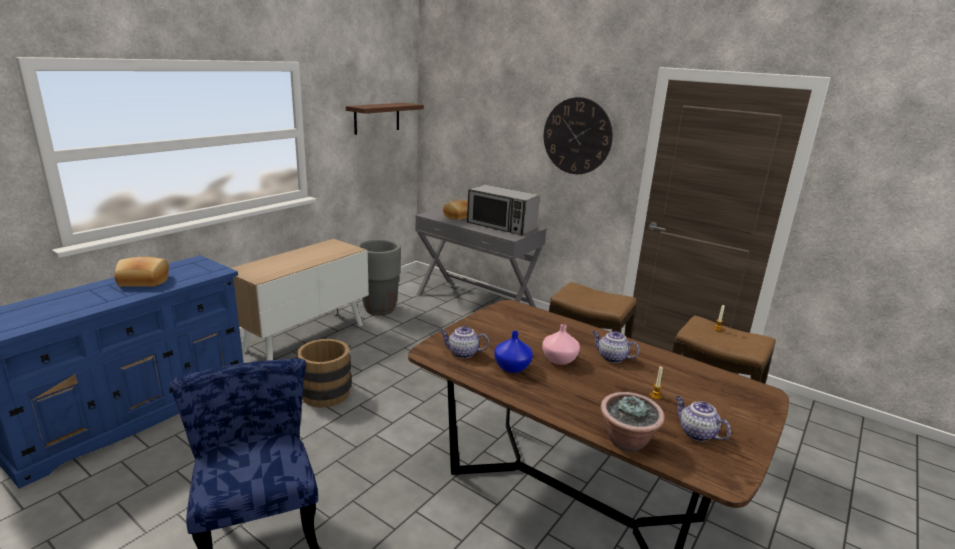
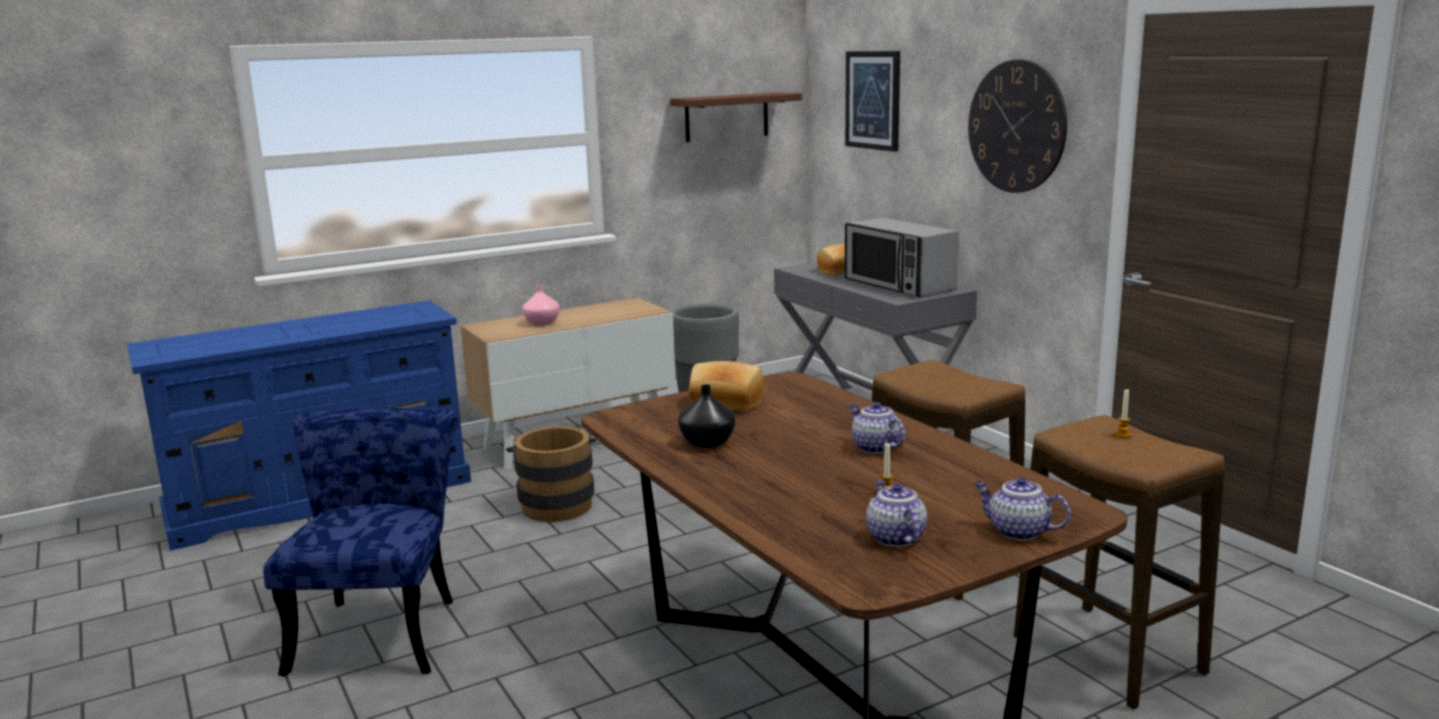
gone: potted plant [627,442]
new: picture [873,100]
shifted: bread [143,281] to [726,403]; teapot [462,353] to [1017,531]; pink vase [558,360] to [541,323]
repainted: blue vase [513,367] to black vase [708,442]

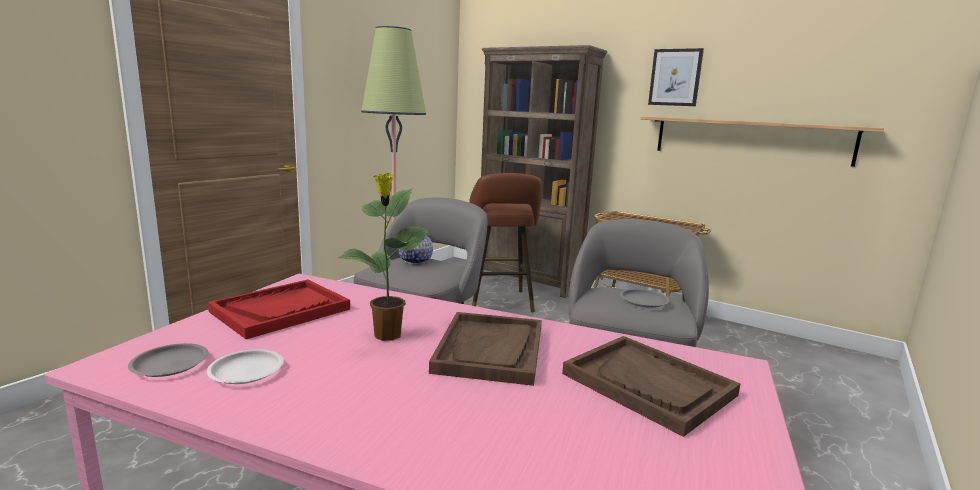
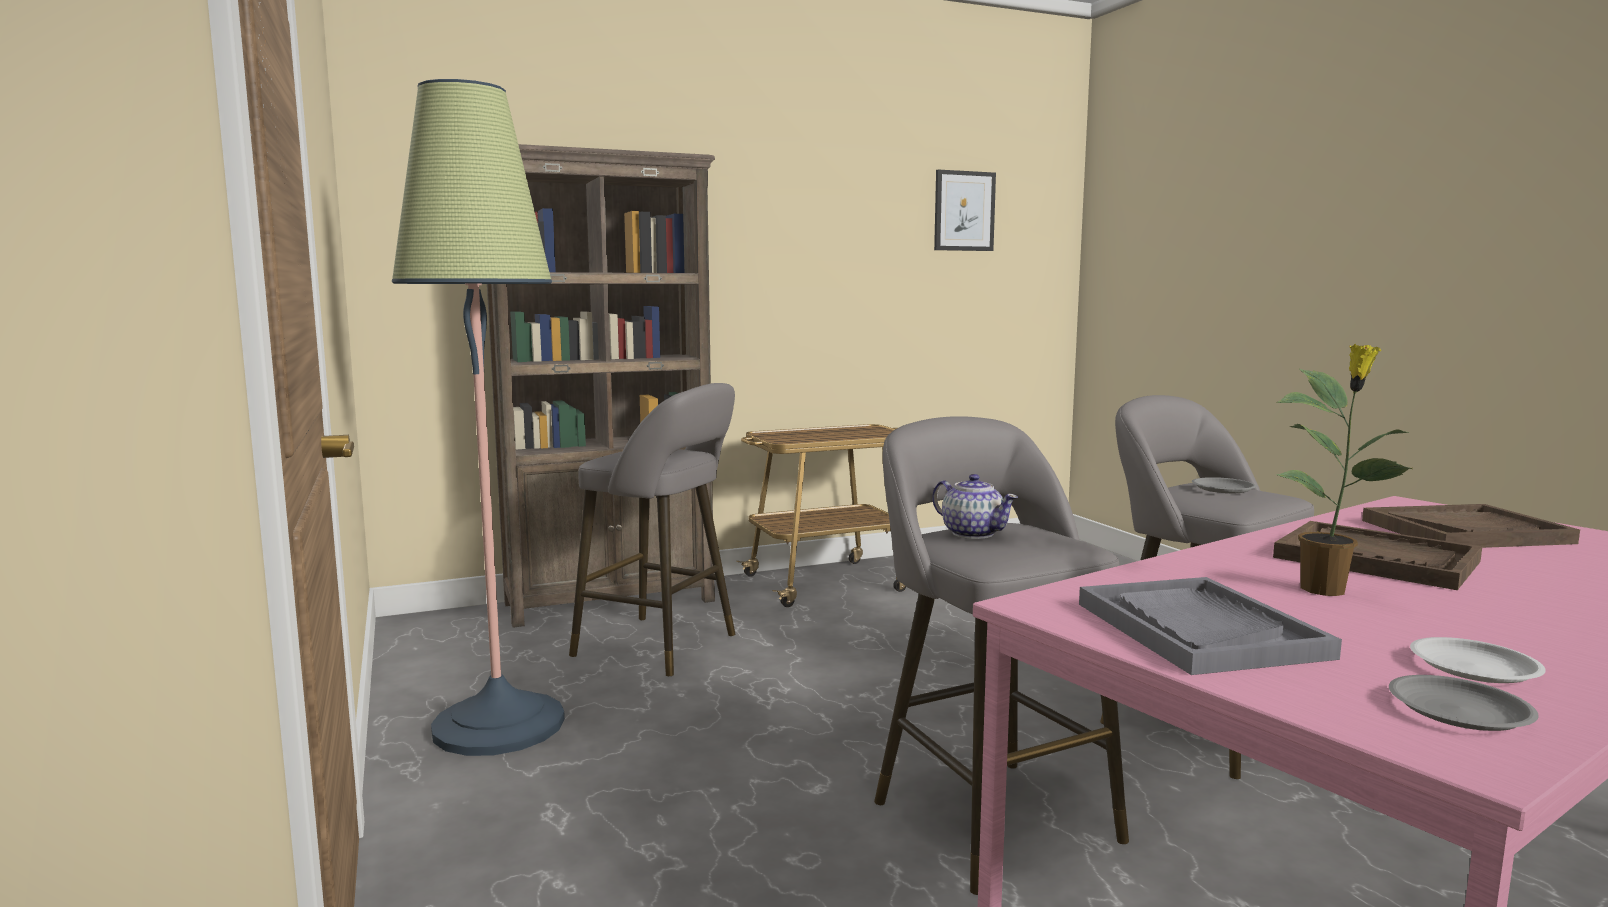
gone: shelf [750,139]
shifted: picture [675,77] to [964,211]
repainted: red tray [281,310] to grey tray [1197,629]; brown stool [499,303] to grey stool [663,646]

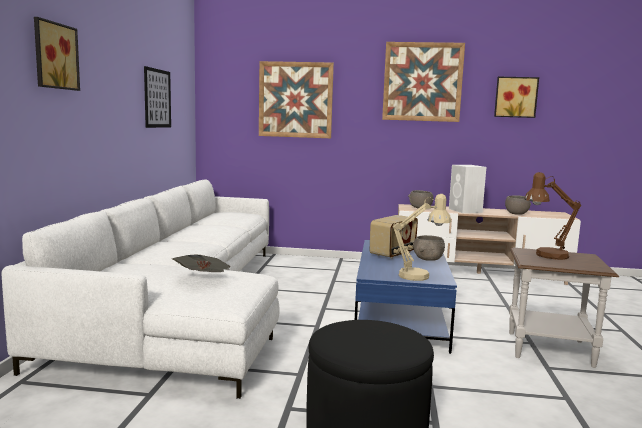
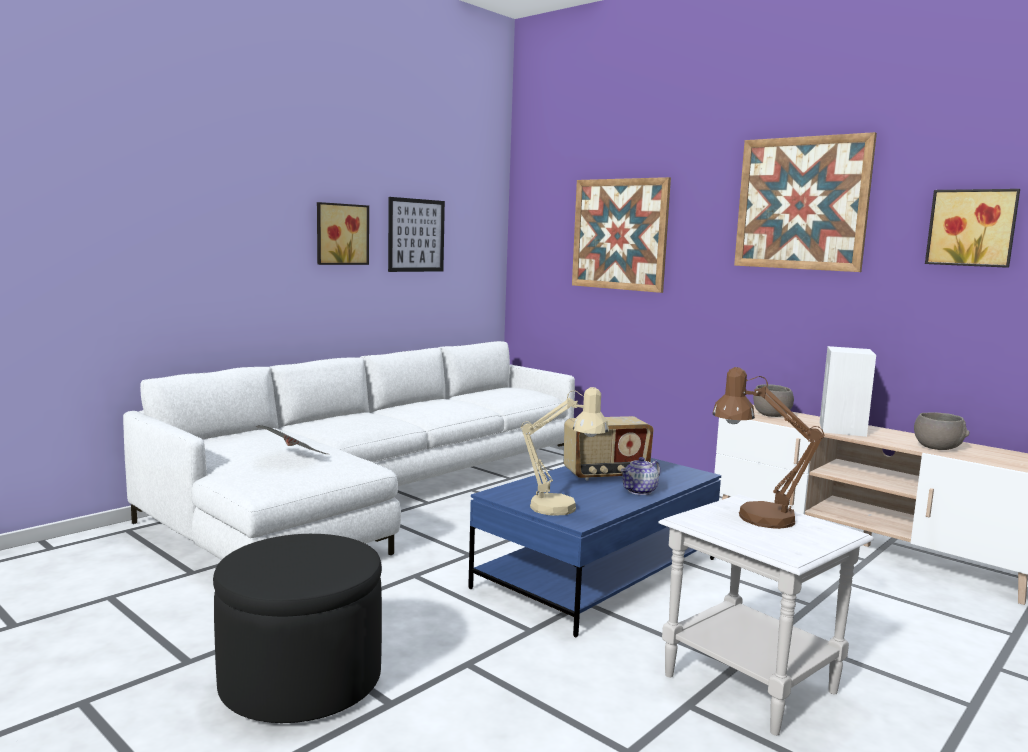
shifted: picture [54,56] to [341,234]
swapped: grey bowl [428,259] to teapot [640,491]
repainted: brown side table [548,349] to white side table [748,683]

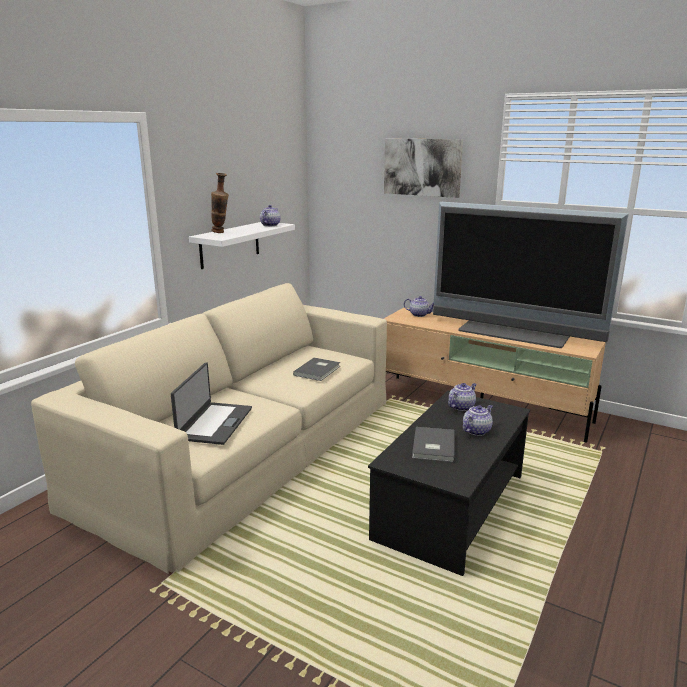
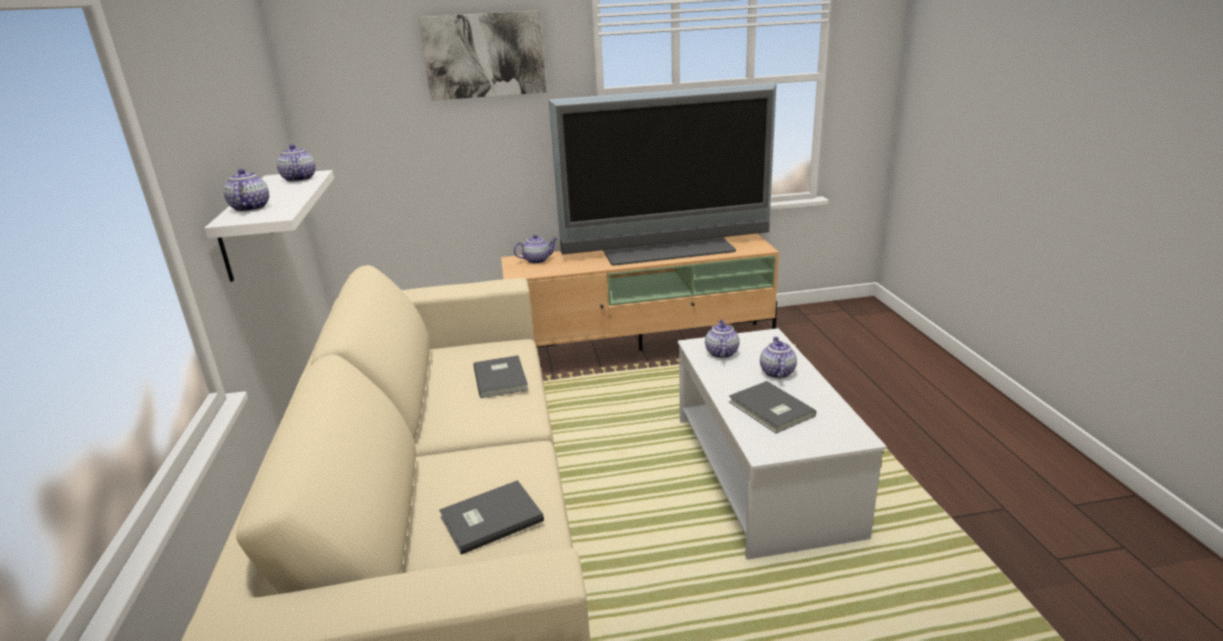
swapped: laptop [214,423] to grey book [489,518]; vase [221,232] to teapot [250,208]
repainted: black coffee table [451,505] to white coffee table [762,472]

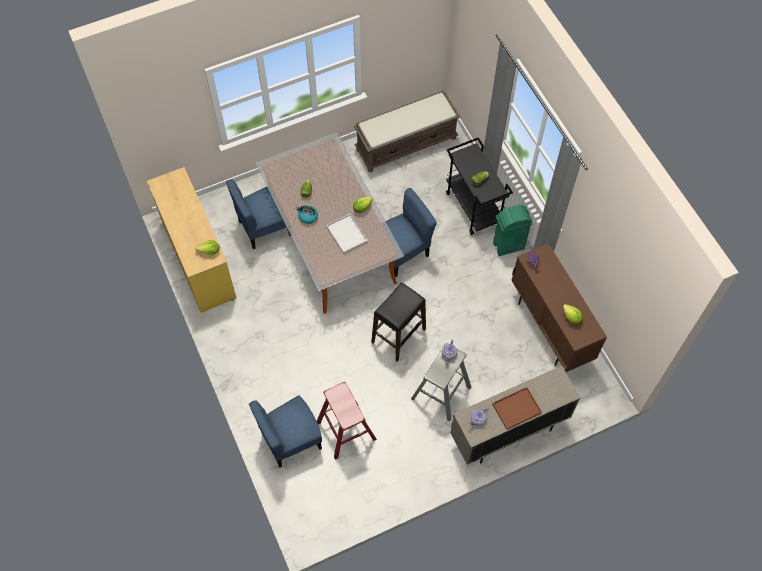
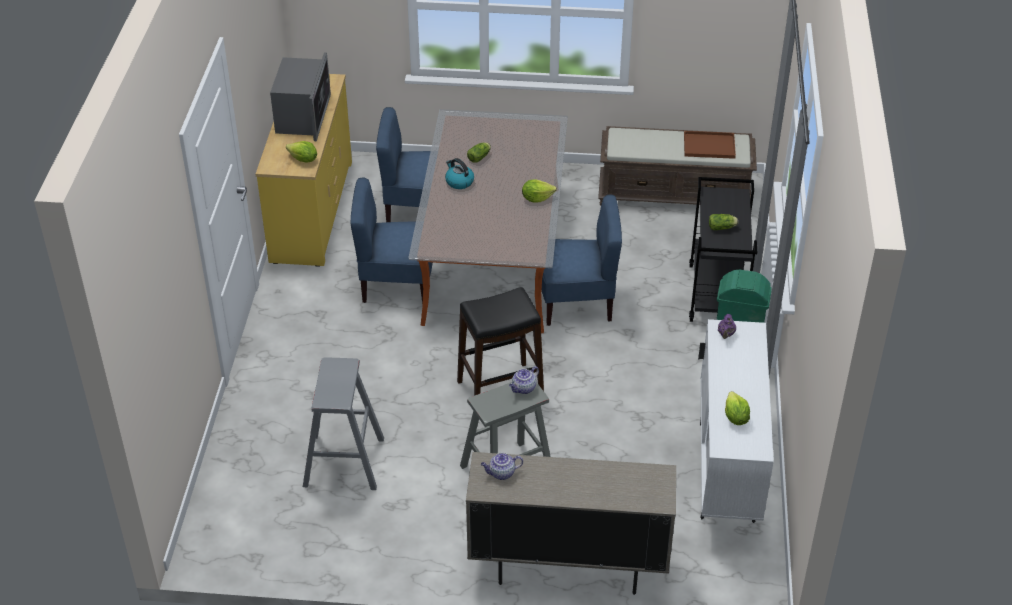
gone: white tray [346,233]
new: microwave [303,116]
shifted: blue chair [291,440] to [396,285]; brown tray [517,407] to [710,145]
repainted: red stool [346,431] to grey stool [344,462]; brown cabinet [550,328] to white cabinet [726,472]

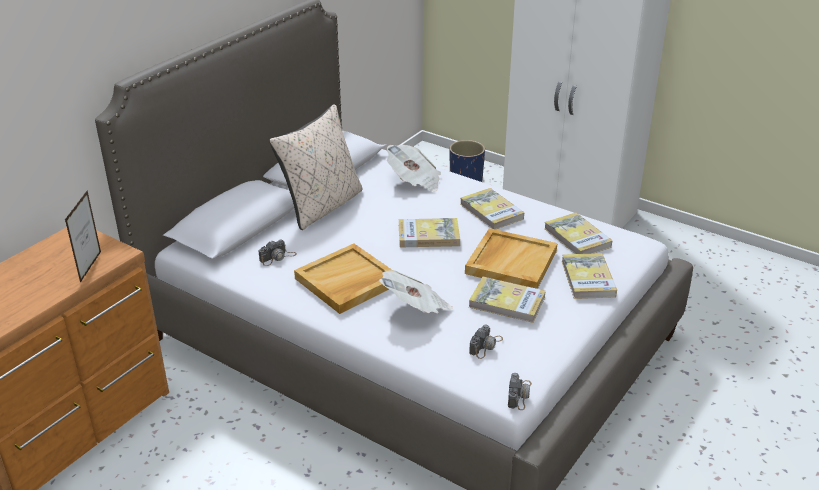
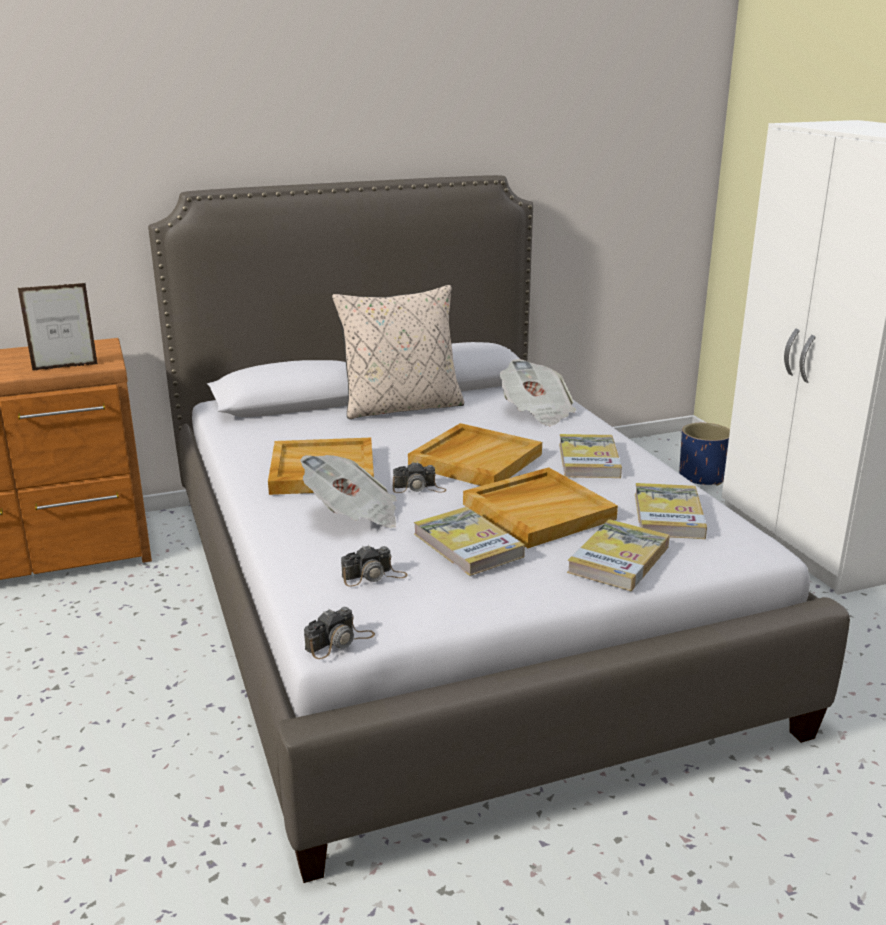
shifted: photo camera [277,257] to [419,488]
swapped: book [428,236] to beige tray [475,460]
rotated: picture frame [90,267] = [65,367] 150 degrees counterclockwise

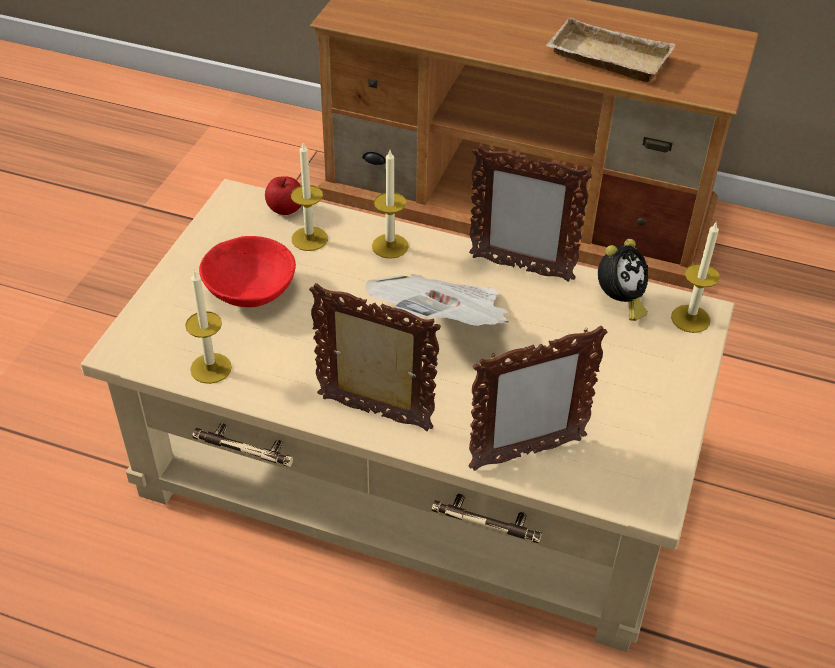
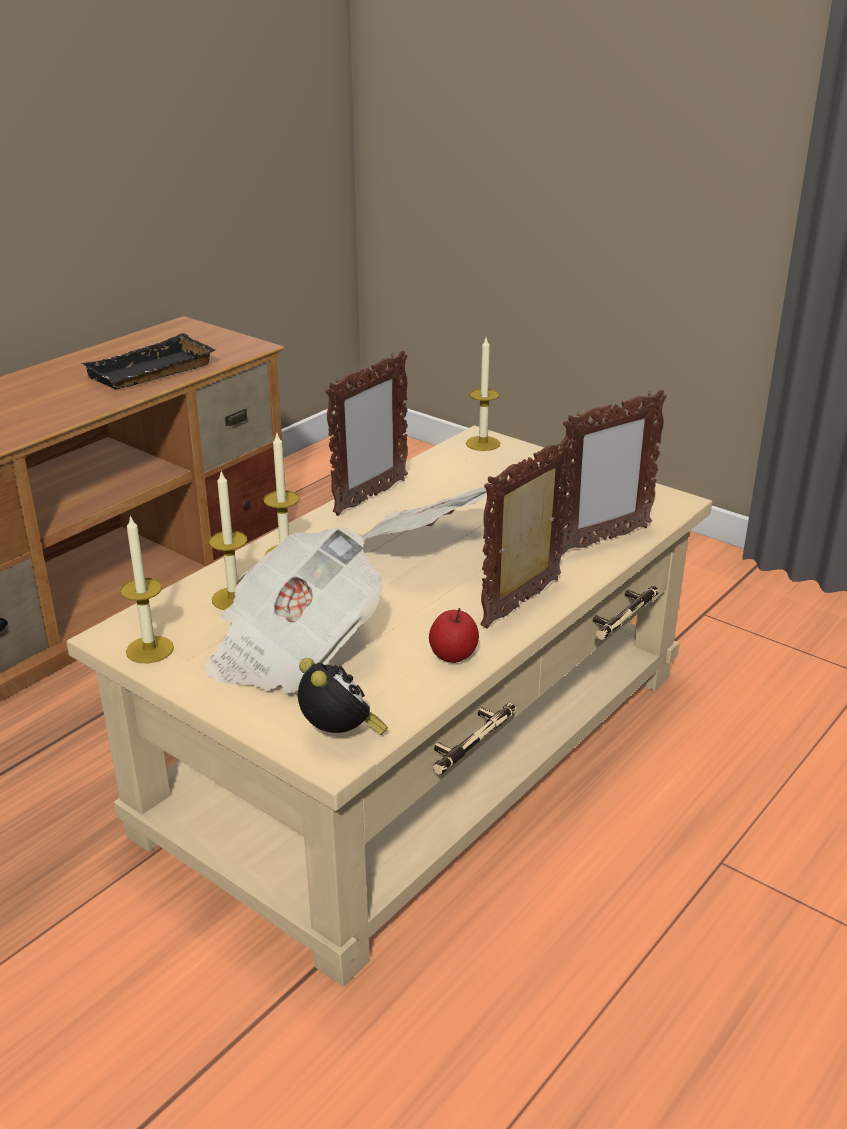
shifted: candle [211,368] to [149,649]; apple [285,209] to [453,655]; alarm clock [619,302] to [340,736]
swapped: red bowl [249,291] to newspaper [292,650]
repainted: beige tray [605,59] to black tray [151,373]
rotated: picture frame [526,454] = [603,540] 60 degrees clockwise

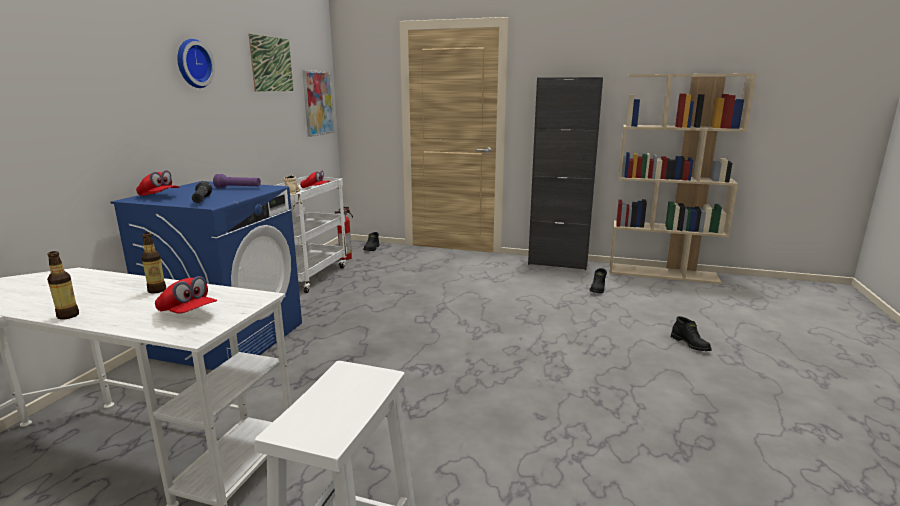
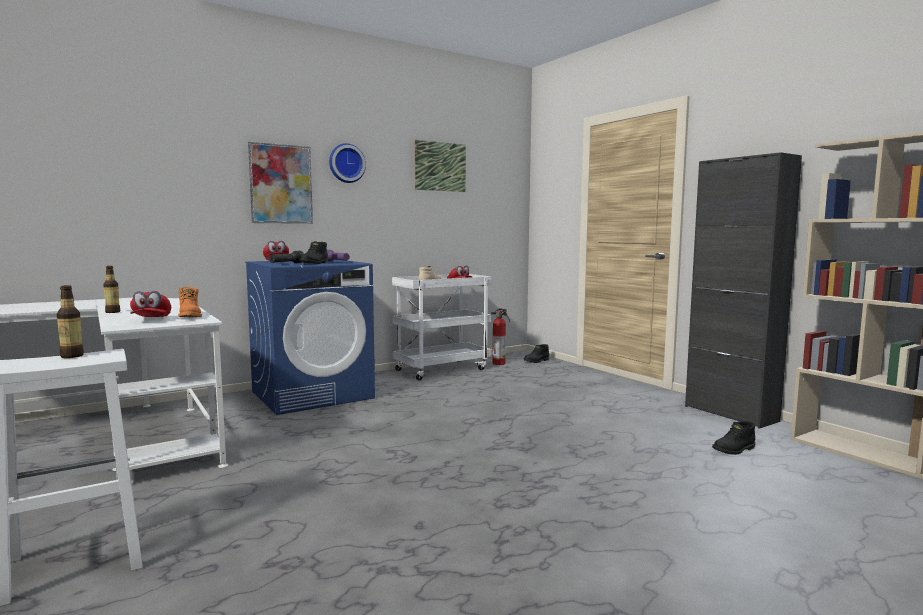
new: orange boot [190,316]
shifted: bottle [157,290] to [72,356]; picture [318,103] to [281,184]; black boot [690,344] to [315,263]

